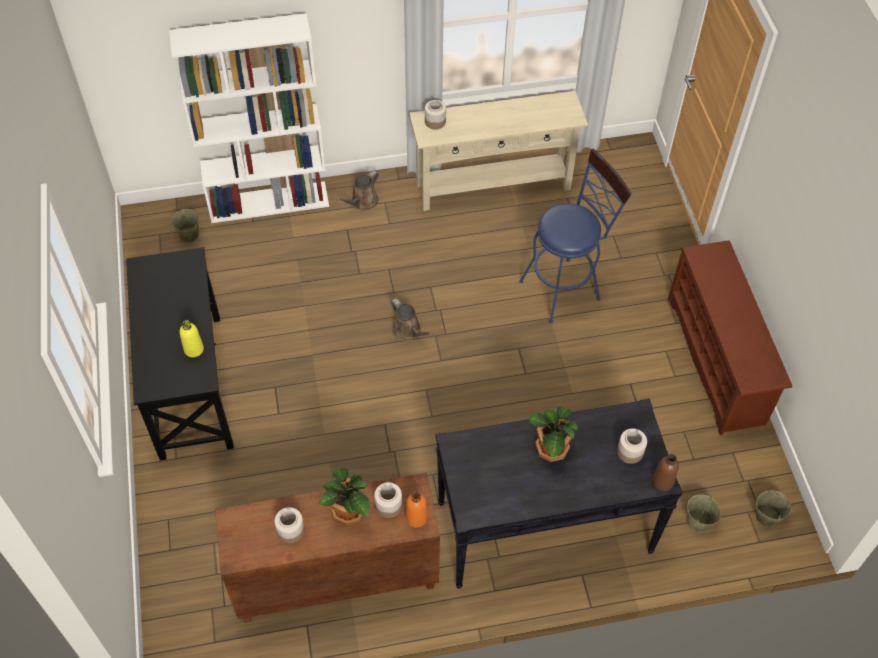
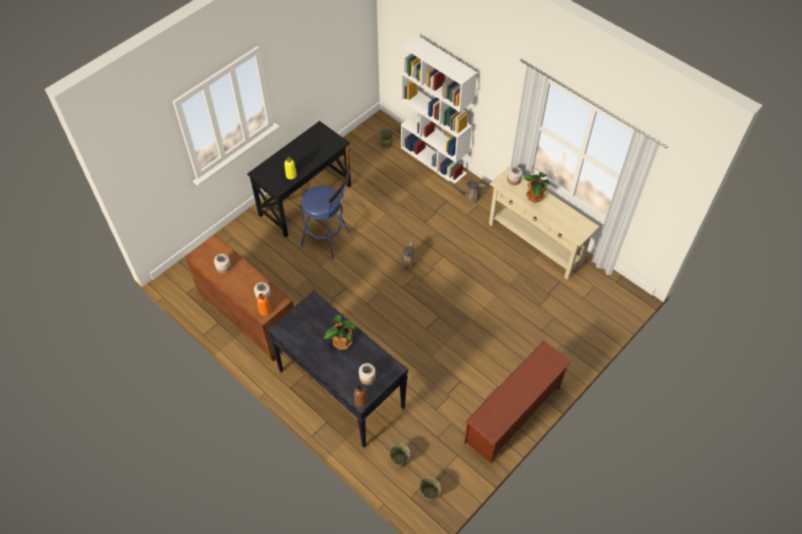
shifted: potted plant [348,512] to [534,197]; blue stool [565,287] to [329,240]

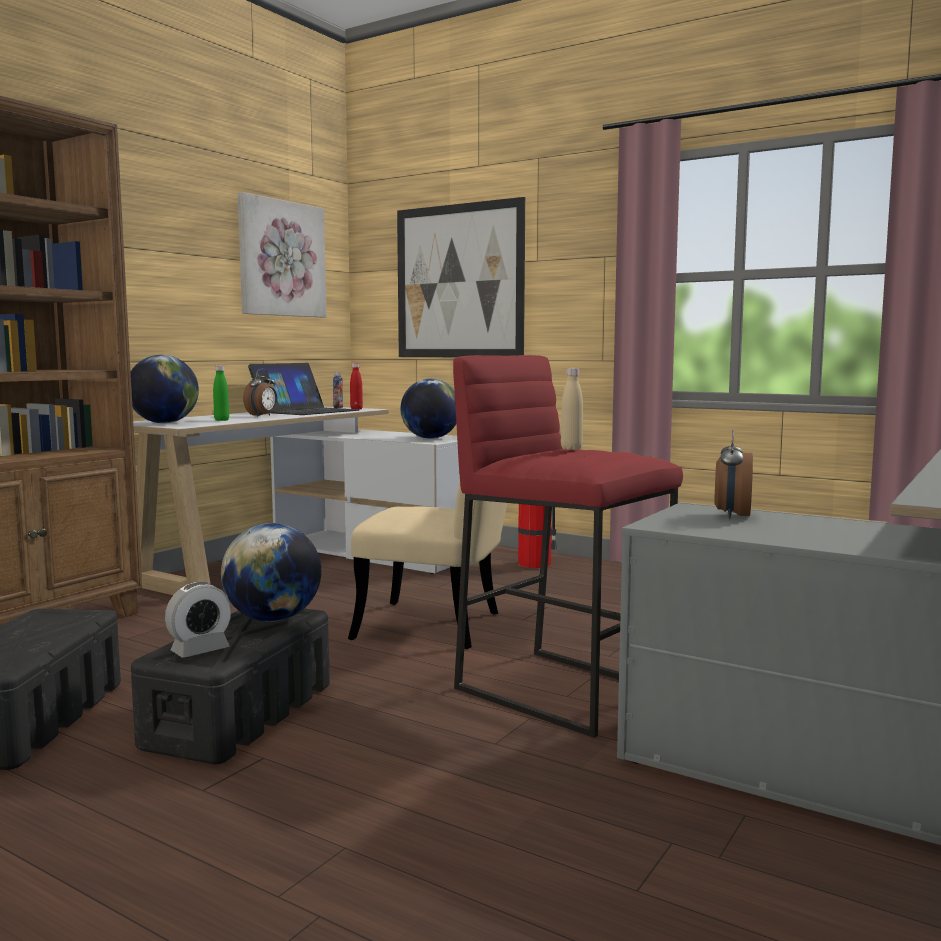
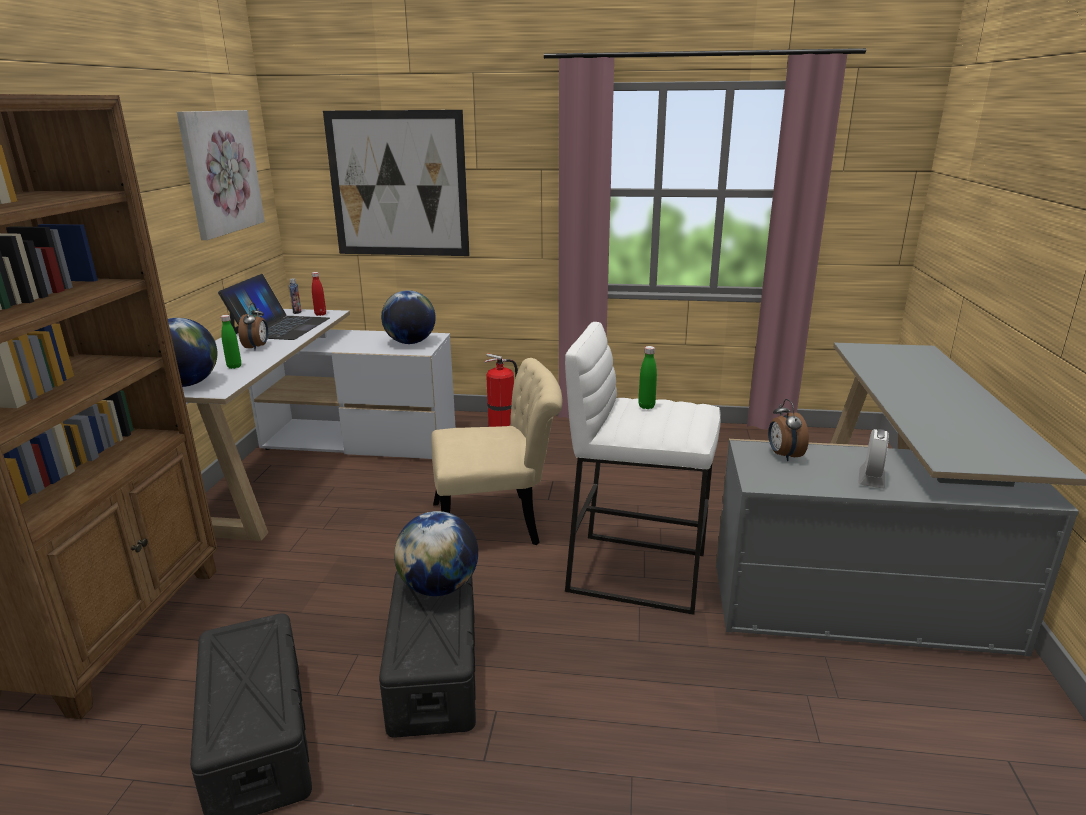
shifted: alarm clock [200,650] to [871,479]
repainted: red stool [563,689] to white stool [637,571]; beige bottle [571,449] to green bottle [646,406]

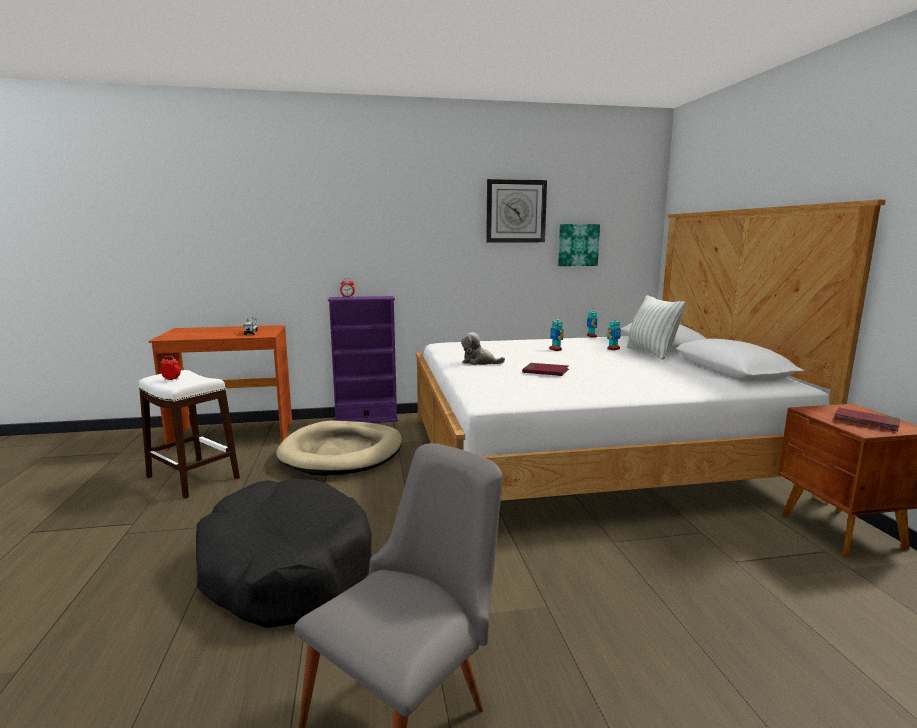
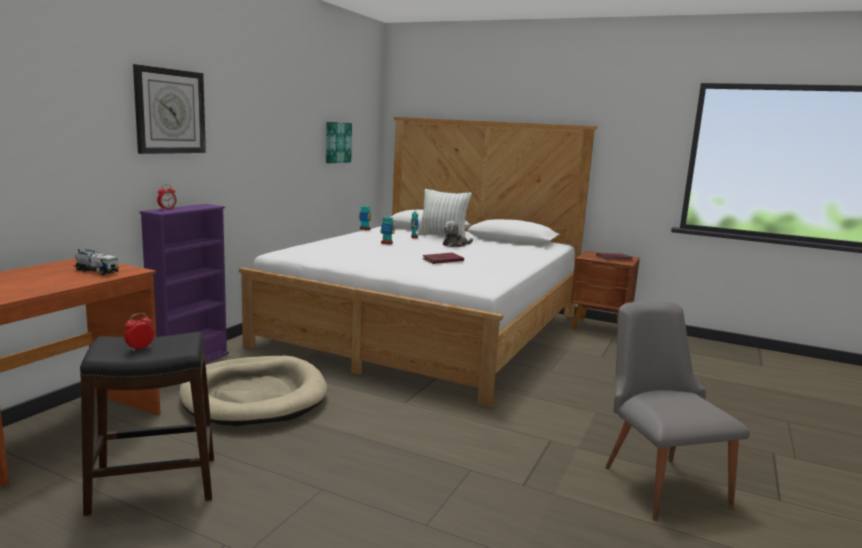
gone: black dog bed [286,568]
shifted: plush toy [479,362] to [455,245]; wall clock [516,211] to [170,111]
repainted: white stool [192,478] to black stool [154,485]

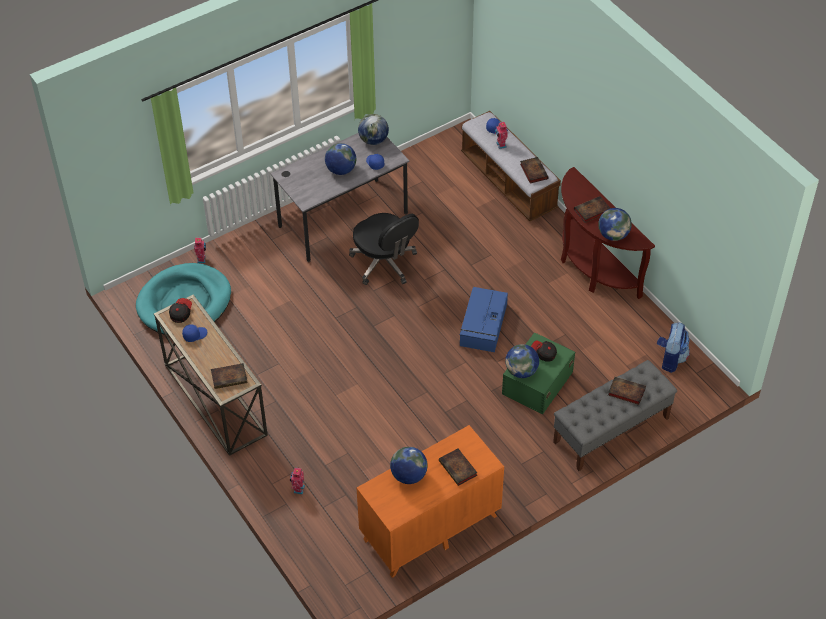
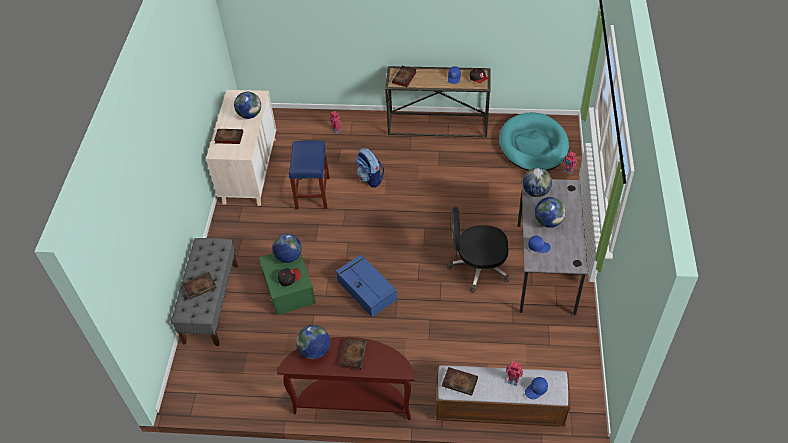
new: blue stool [312,192]
shifted: globe [373,140] to [535,192]; backpack [670,359] to [370,178]
repainted: orange dresser [430,528] to beige dresser [250,170]

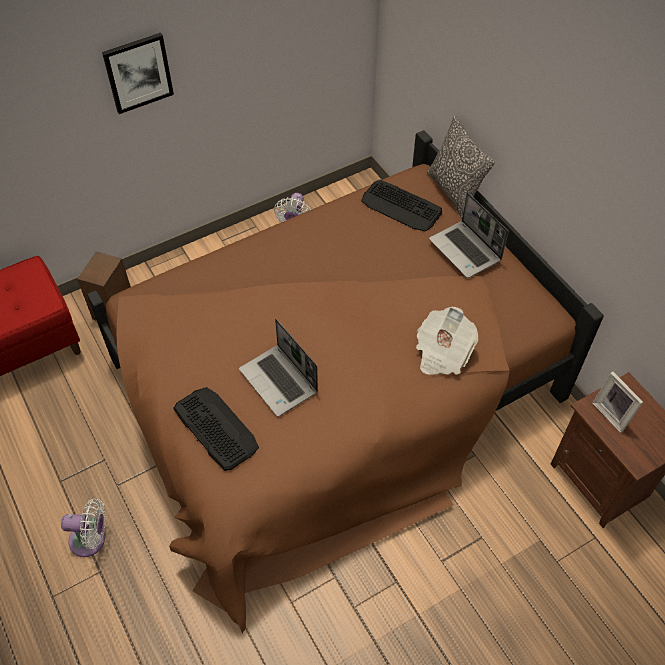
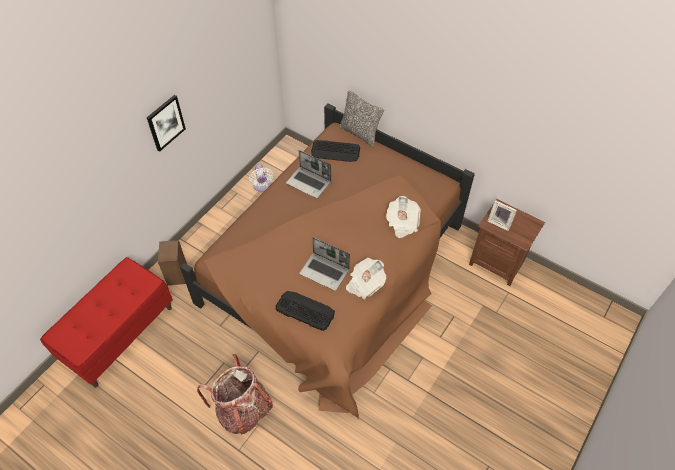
new: newspaper [365,284]
shifted: laptop [466,250] to [309,183]
swapped: white fan [91,540] to backpack [243,410]

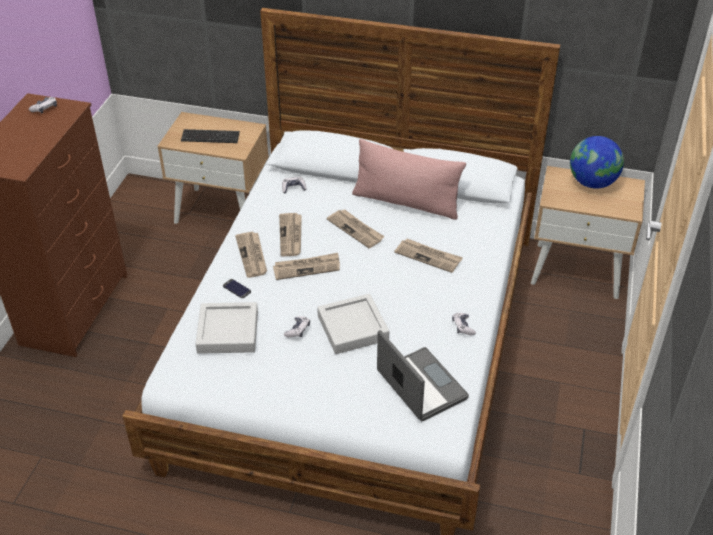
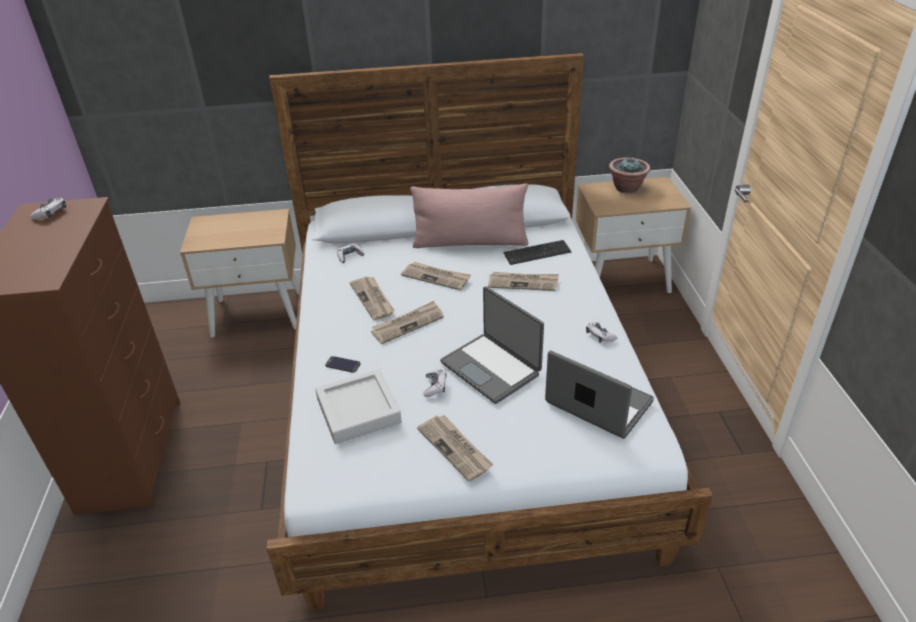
shifted: keyboard [210,137] to [537,253]; newspaper [252,256] to [455,448]
swapped: grey tray [352,328] to laptop [491,368]; globe [592,183] to potted plant [626,188]

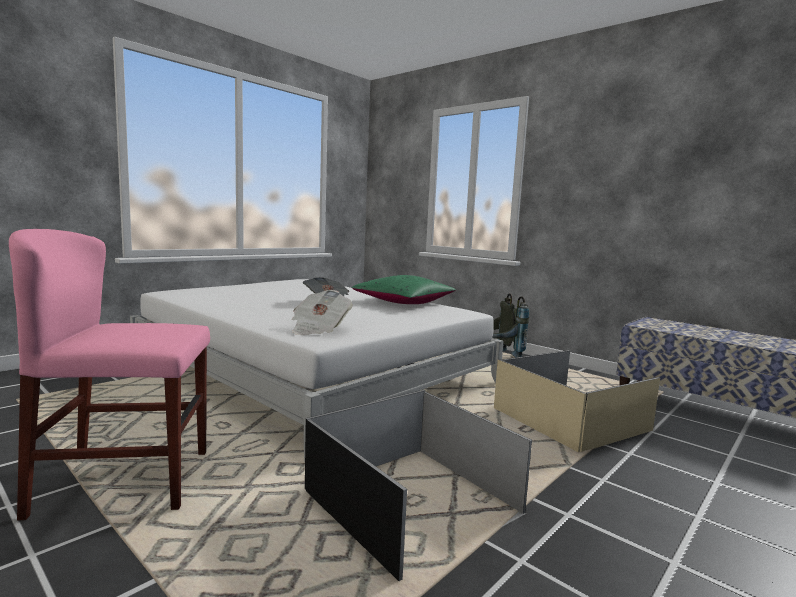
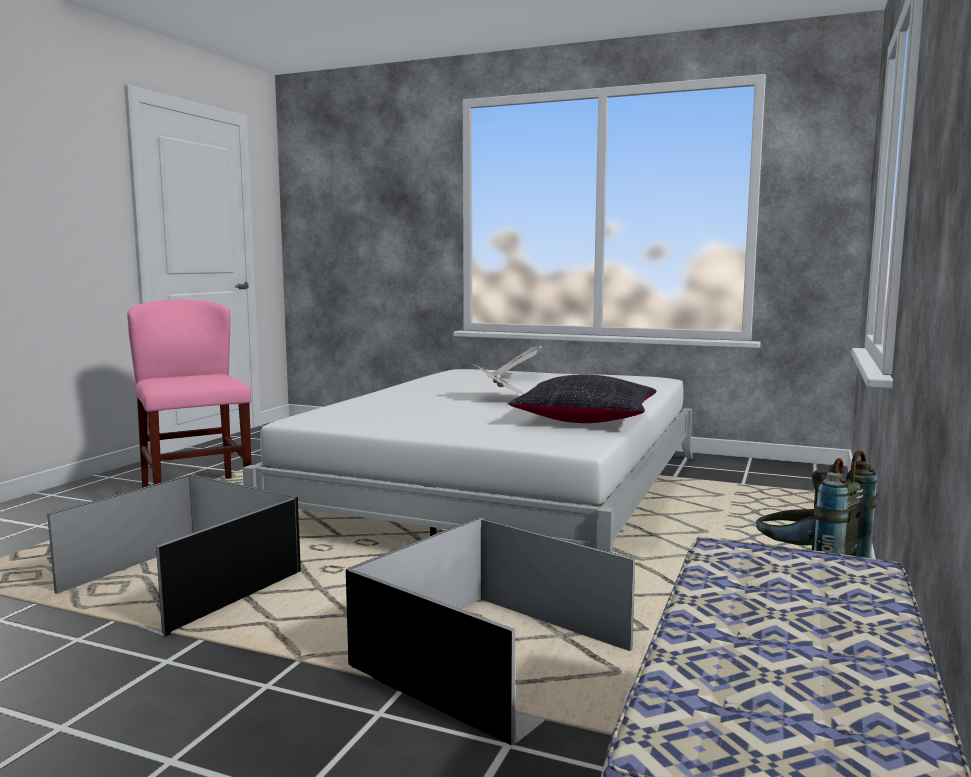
shifted: newspaper [319,329] to [513,377]
repainted: green pillow [404,302] to black pillow [585,419]; beige storage box [571,420] to black storage box [491,661]

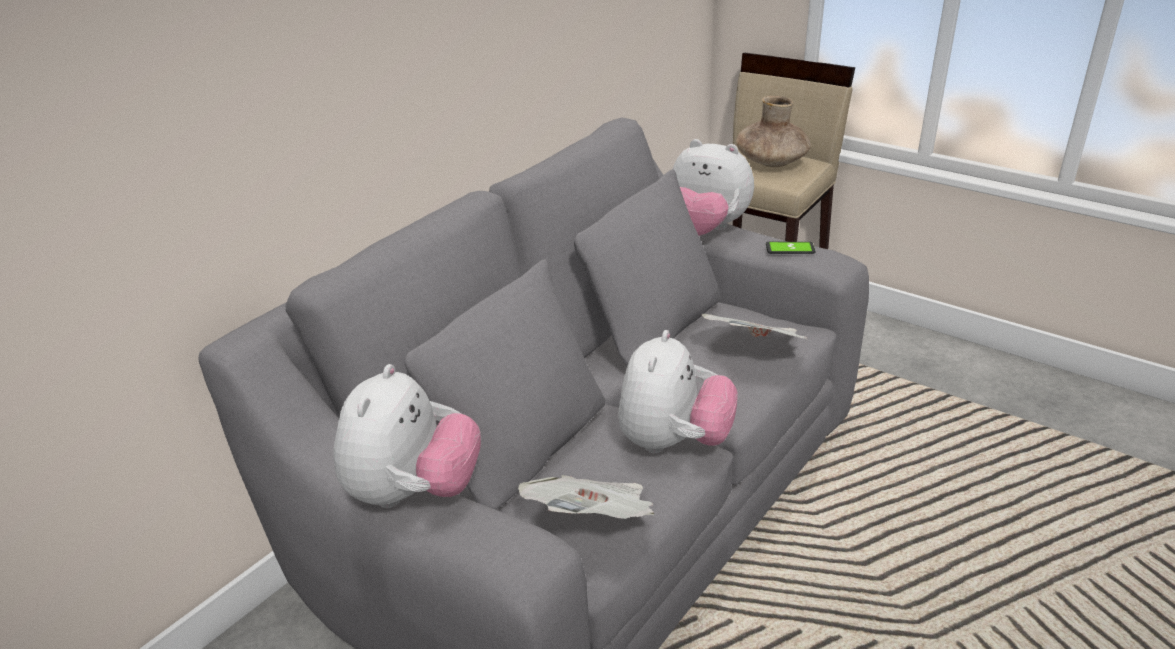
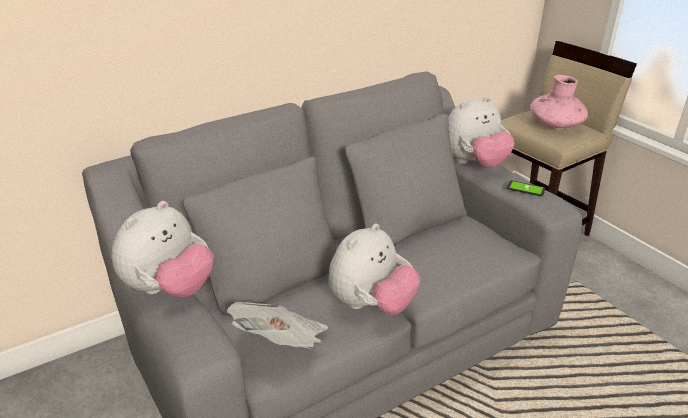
gone: newspaper [757,351]
repainted: brown vase [771,162] to pink vase [555,125]
rotated: plush toy [705,230] = [474,164] 75 degrees counterclockwise

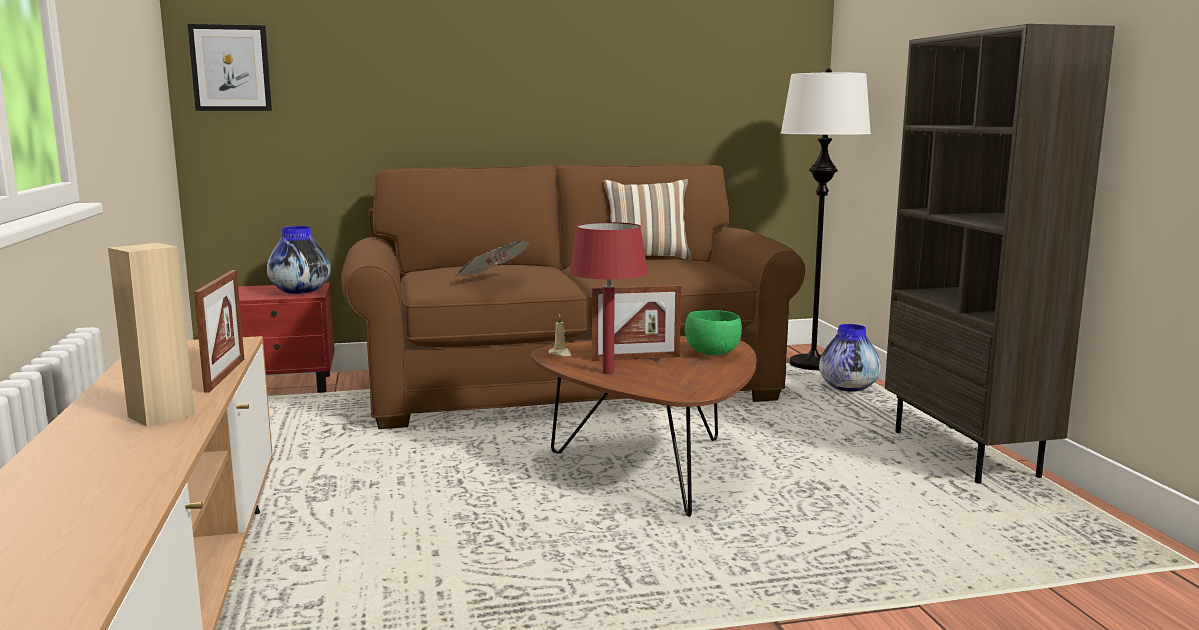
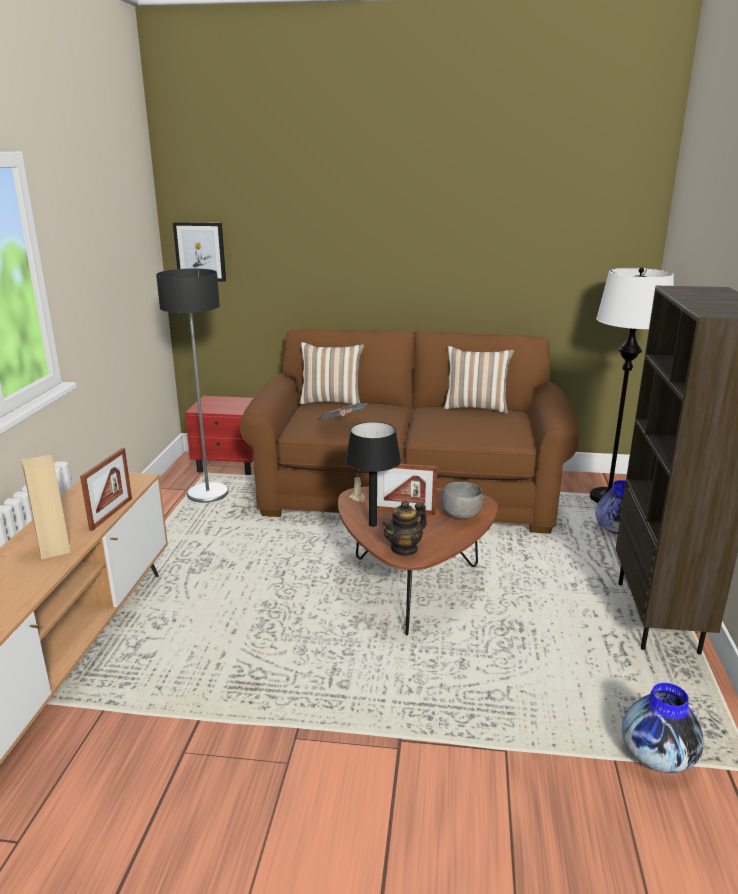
new: floor lamp [208,493]; pillow [331,401]; teapot [404,549]
shifted: vase [300,292] to [657,757]
repainted: red table lamp [608,372] to black table lamp [372,524]; green bowl [712,353] to grey bowl [461,515]

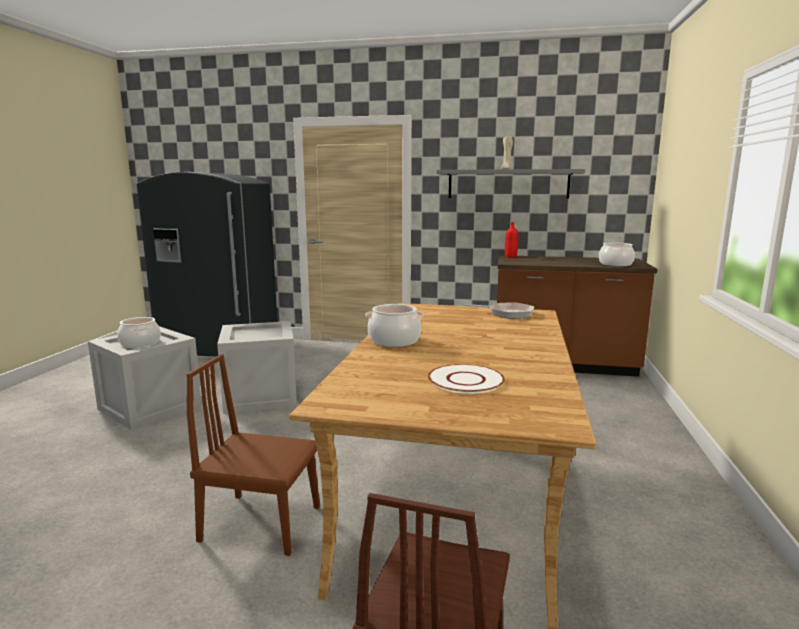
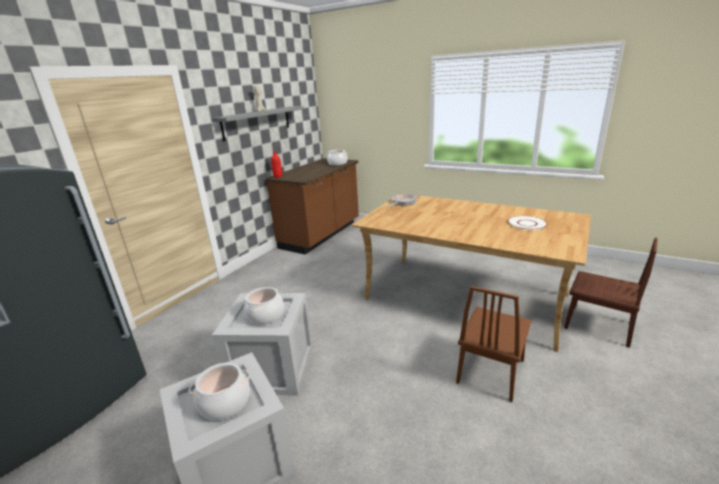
shifted: cooking pot [394,340] to [265,315]

